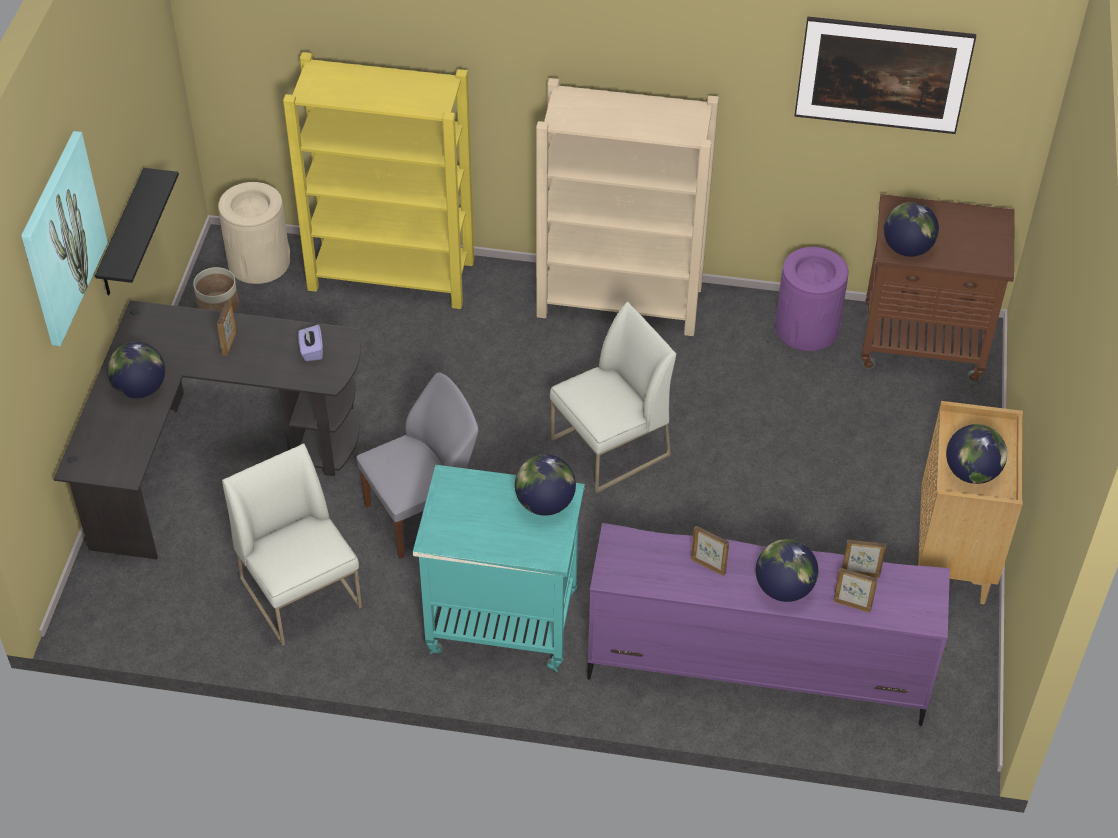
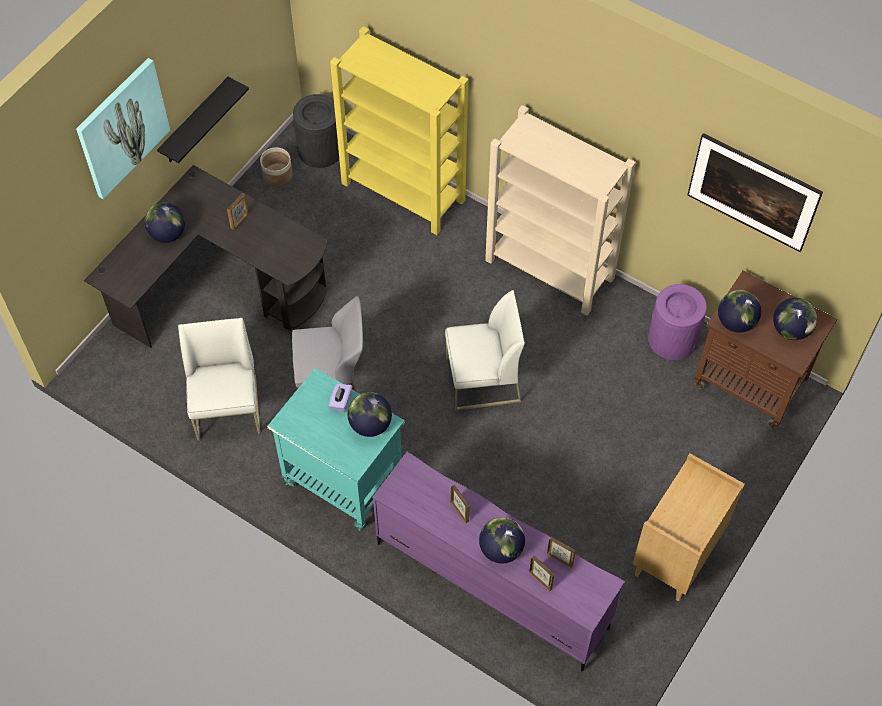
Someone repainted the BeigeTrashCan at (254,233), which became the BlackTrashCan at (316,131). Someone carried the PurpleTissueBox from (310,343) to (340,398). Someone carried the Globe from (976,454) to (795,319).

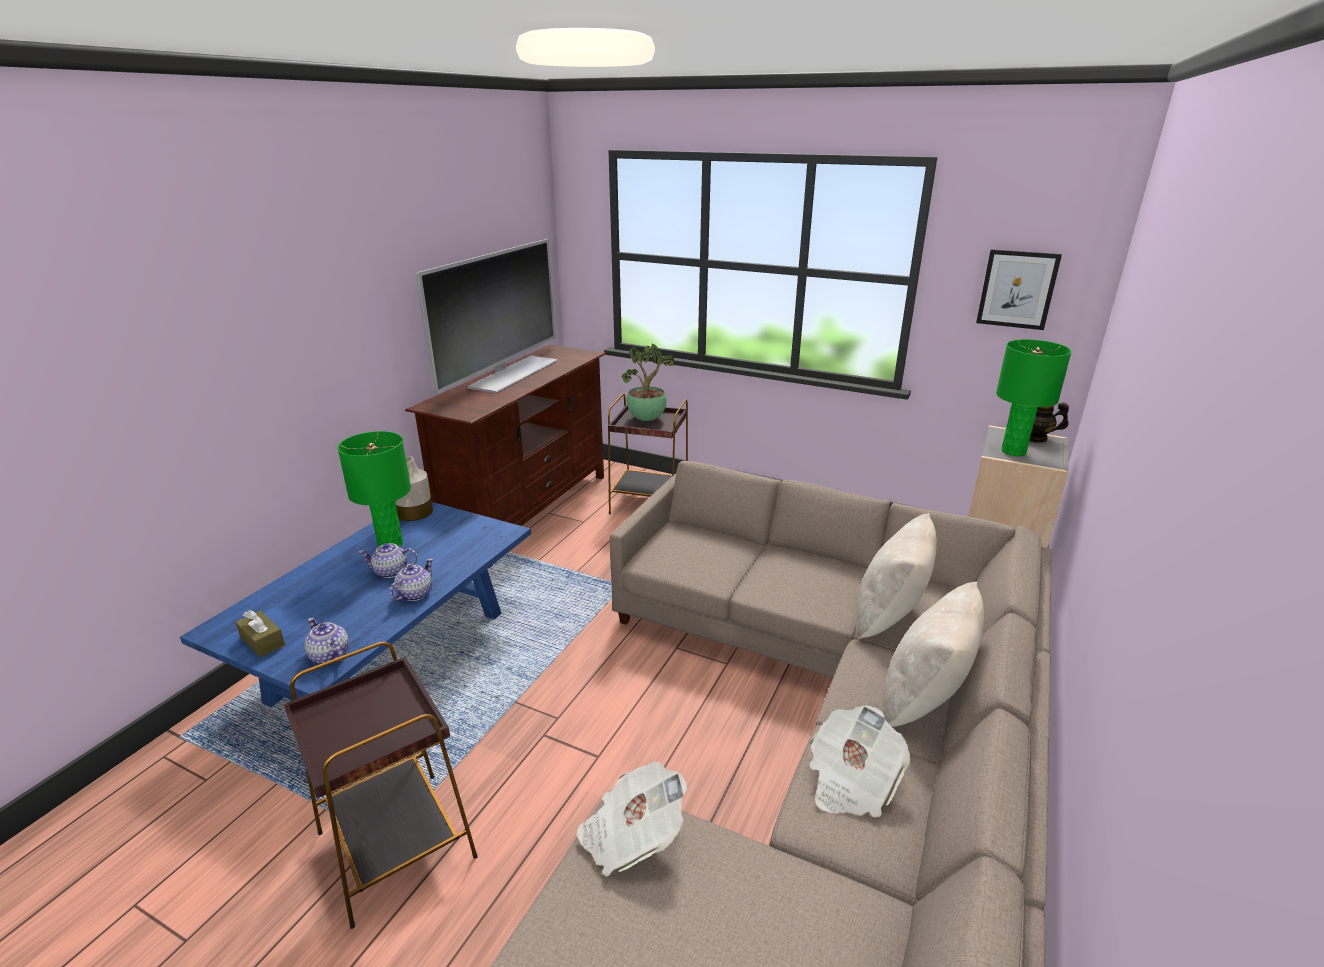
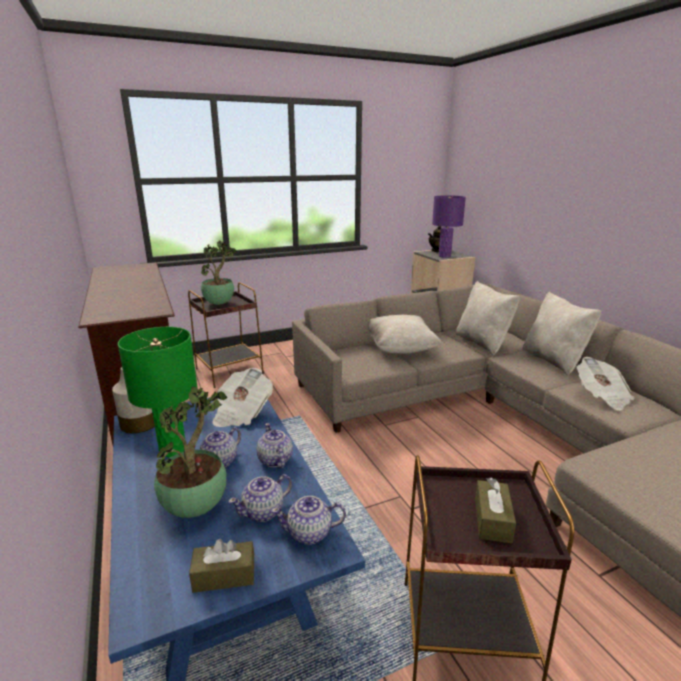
Someone took away the Television at (487,316). Someone carried the Newspaper from (632,819) to (242,397). Someone took away the Picture at (1019,289). Someone repainted the GreenTableLamp at (1034,397), which became the PurpleTableLamp at (449,226). Someone put down the PottedPlant at (190,452). Someone put down the Teapot at (260,498). Someone put down the BeigePillow at (404,334). Someone put down the BrownTissueBox at (495,510).

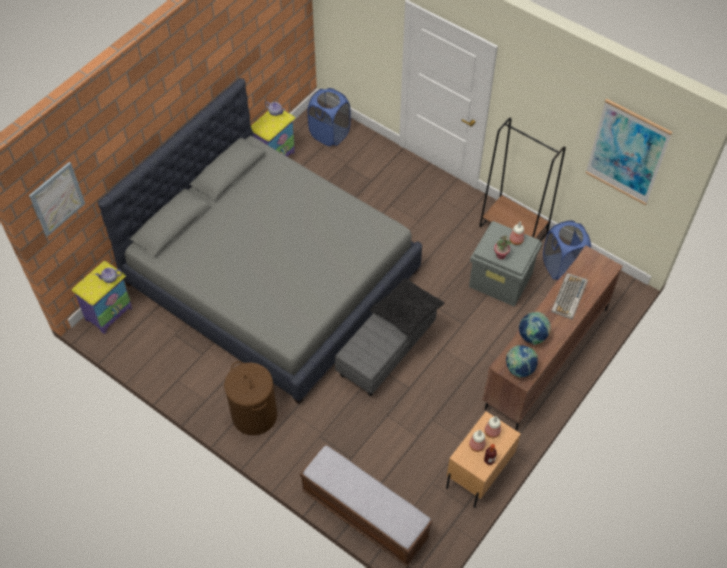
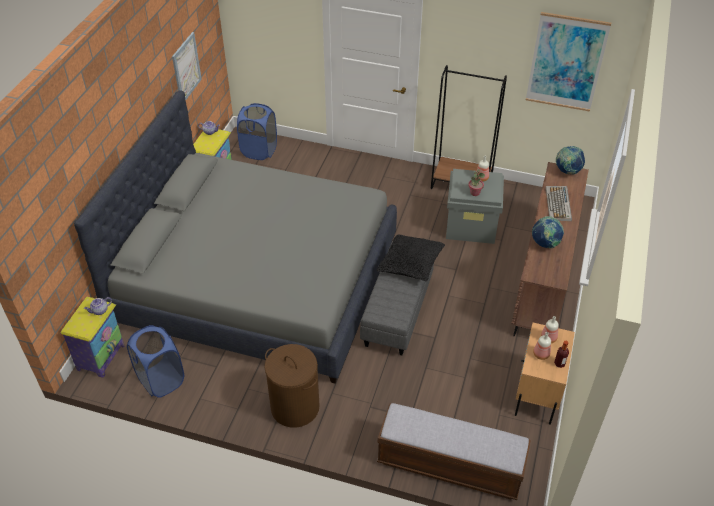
Someone carried the Picture from (57,199) to (187,66). Someone carried the Globe from (522,361) to (570,160). Someone carried the BlueLaundryBasket from (567,250) to (155,361).

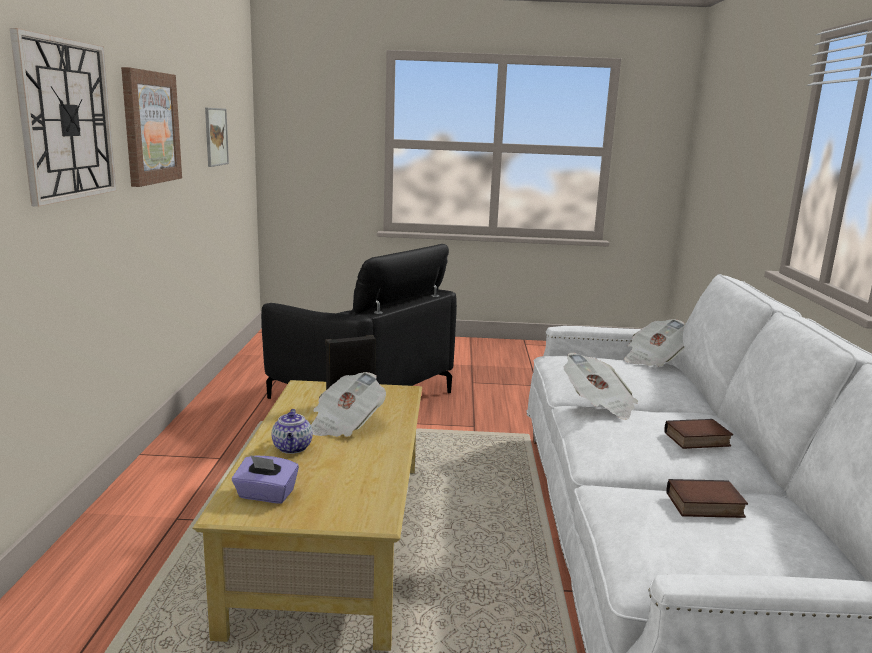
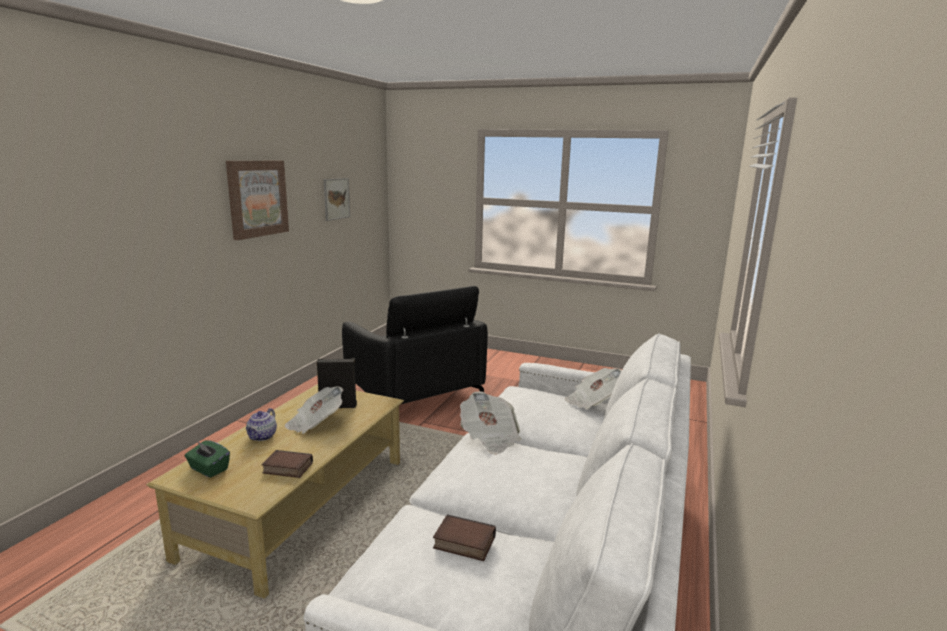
Someone took away the WallClock at (63,117). Someone repainted the PurpleTissueBox at (265,479), which became the GreenTissueBox at (207,459). Someone carried the Book from (698,434) to (287,464).

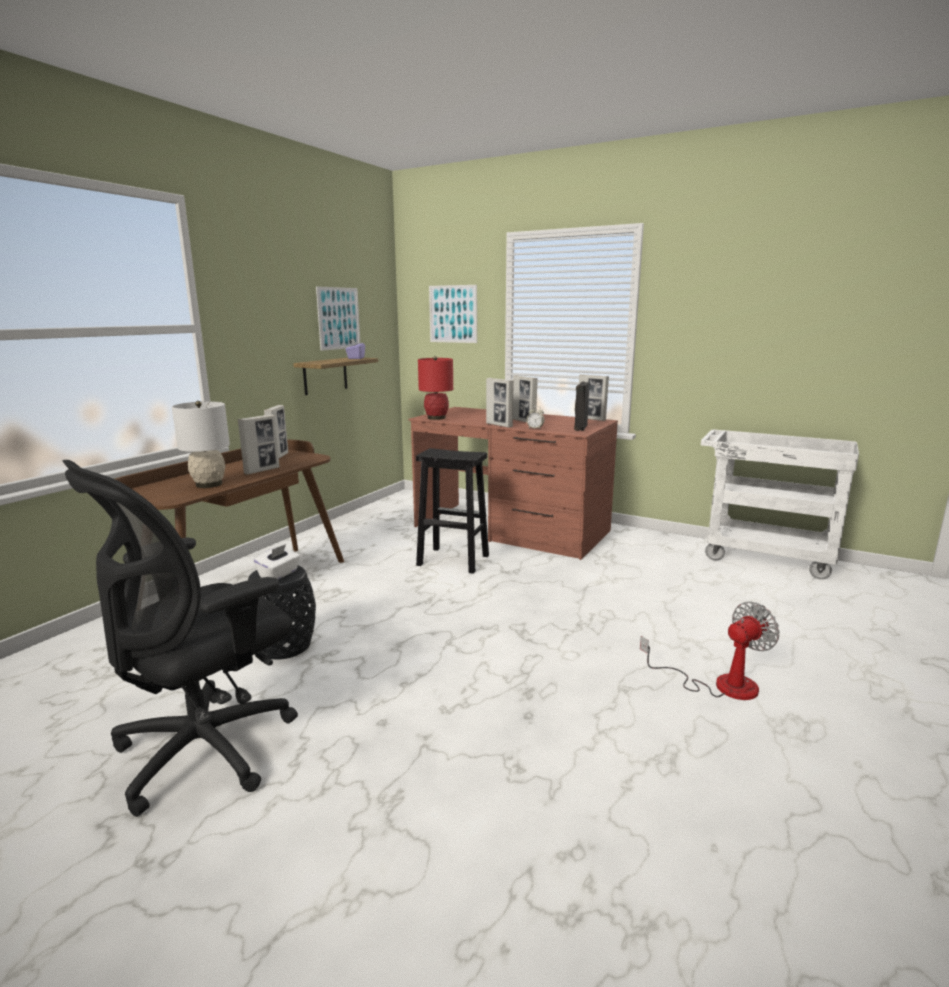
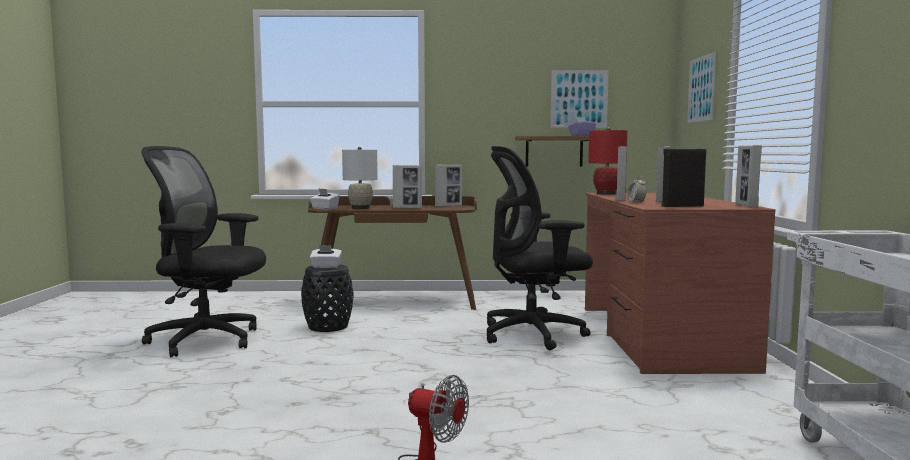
Someone swapped the BlackStool at (452,511) for the BlackOfficeChair at (540,248). Someone put down the WhiteTissueBox at (325,199).

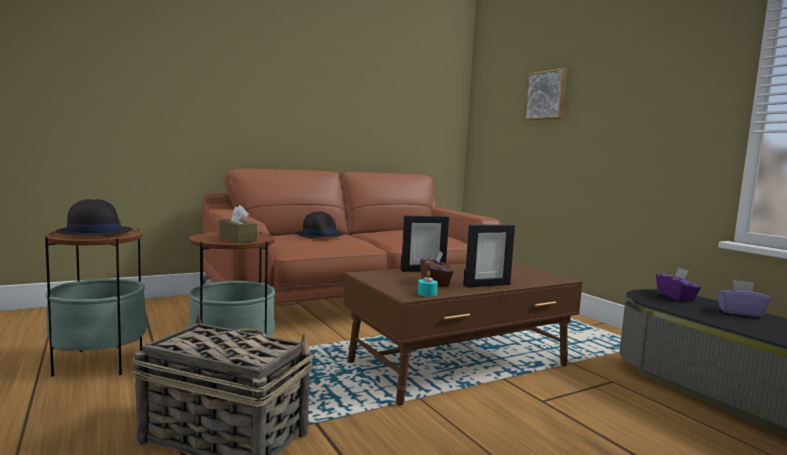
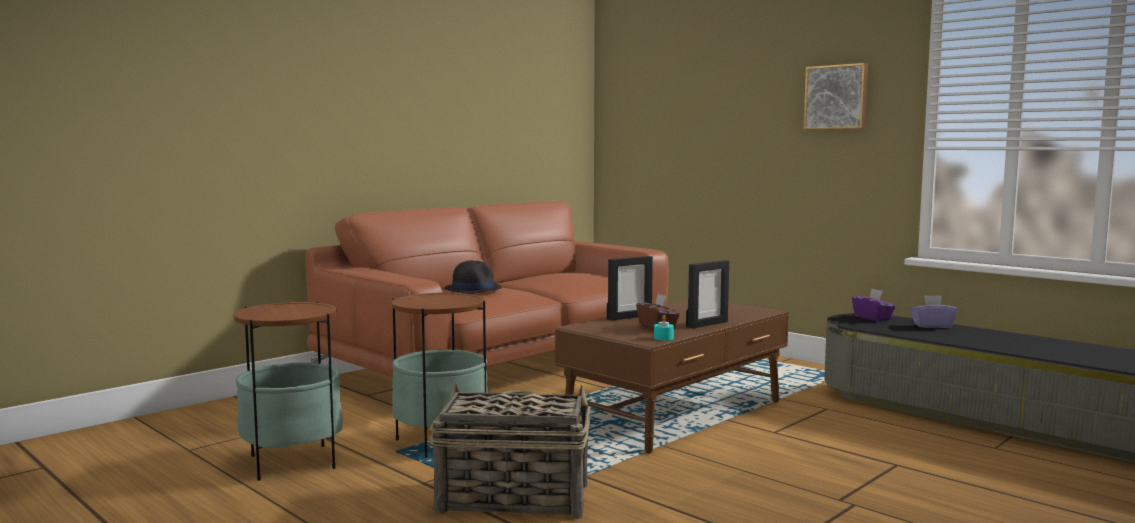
Someone took away the BlackHat at (94,217). Someone took away the BrownTissueBox at (238,224). Someone carried the Picture from (546,94) to (836,96).

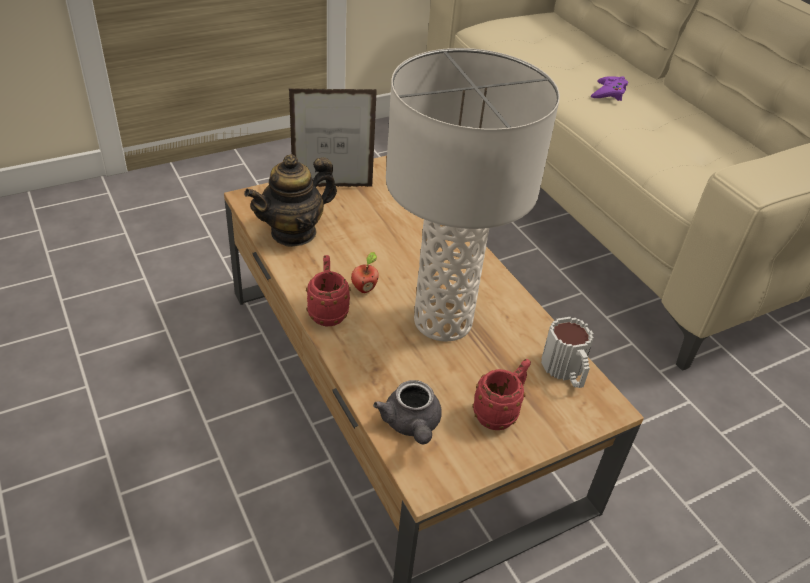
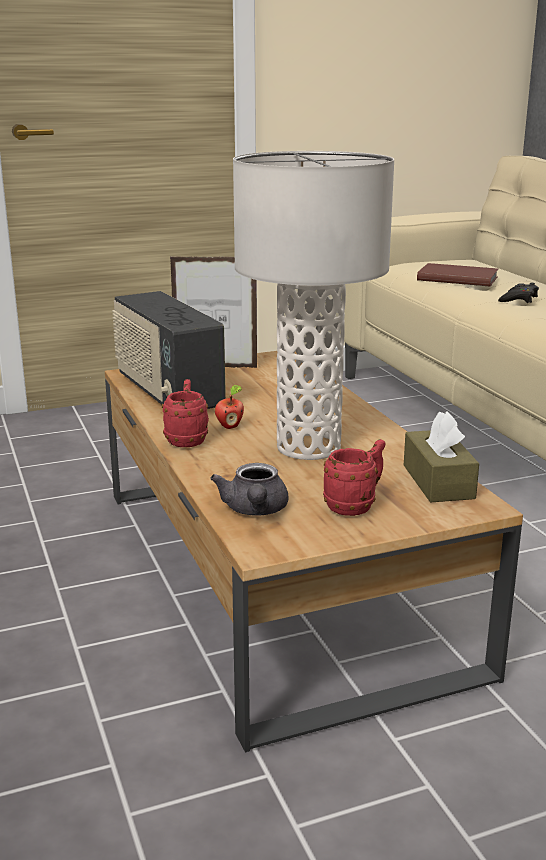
Someone swapped the Teapot at (290,200) for the Radio at (169,350). Someone swapped the Mug at (567,352) for the BrownTissueBox at (441,456). Someone repainted the PurpleGameController at (609,88), which became the BlackGameController at (518,293). Someone put down the BrownBook at (457,274).

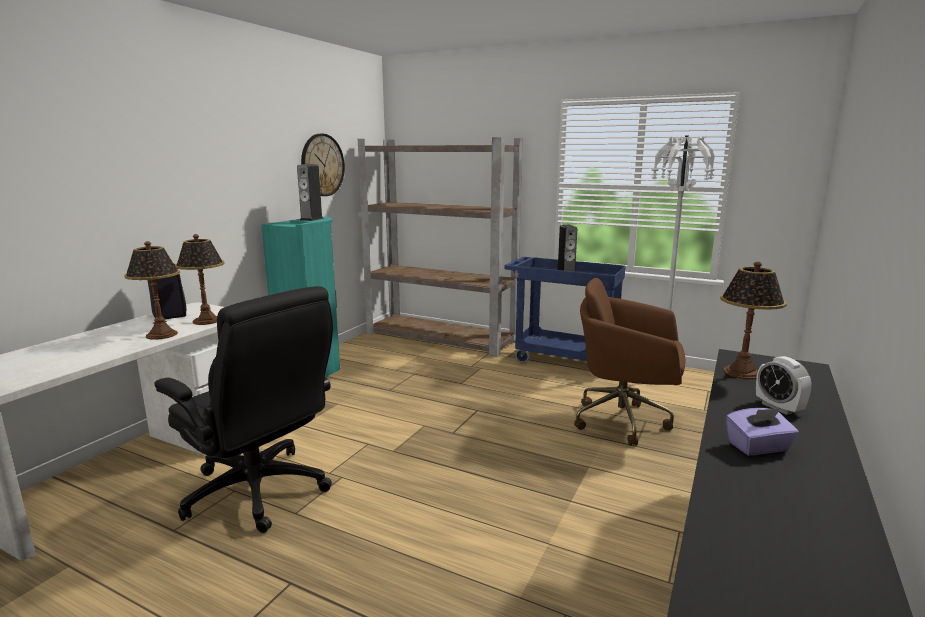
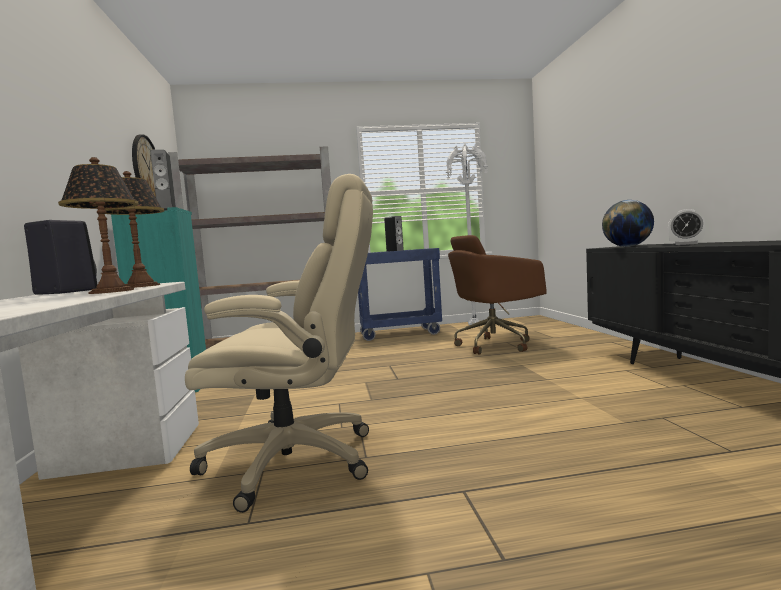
Someone repainted the BlackOfficeChair at (243,409), which became the BeigeOfficeChair at (279,343). Someone swapped the TableLamp at (753,320) for the Globe at (628,223). Someone took away the PurpleTissueBox at (762,431).

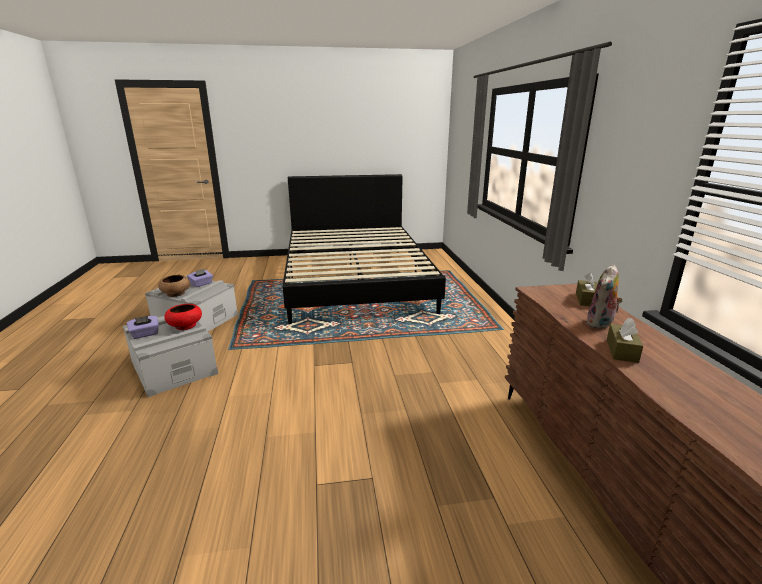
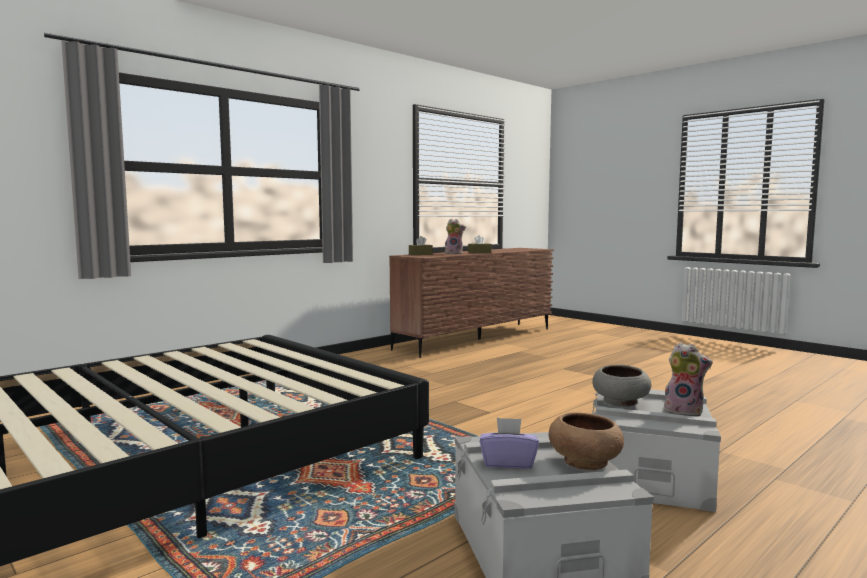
Someone swapped the PurpleTissueBox at (143,327) for the PlushToy at (687,379). Someone repainted the RedBowl at (183,317), which became the GreyBowl at (621,386).

